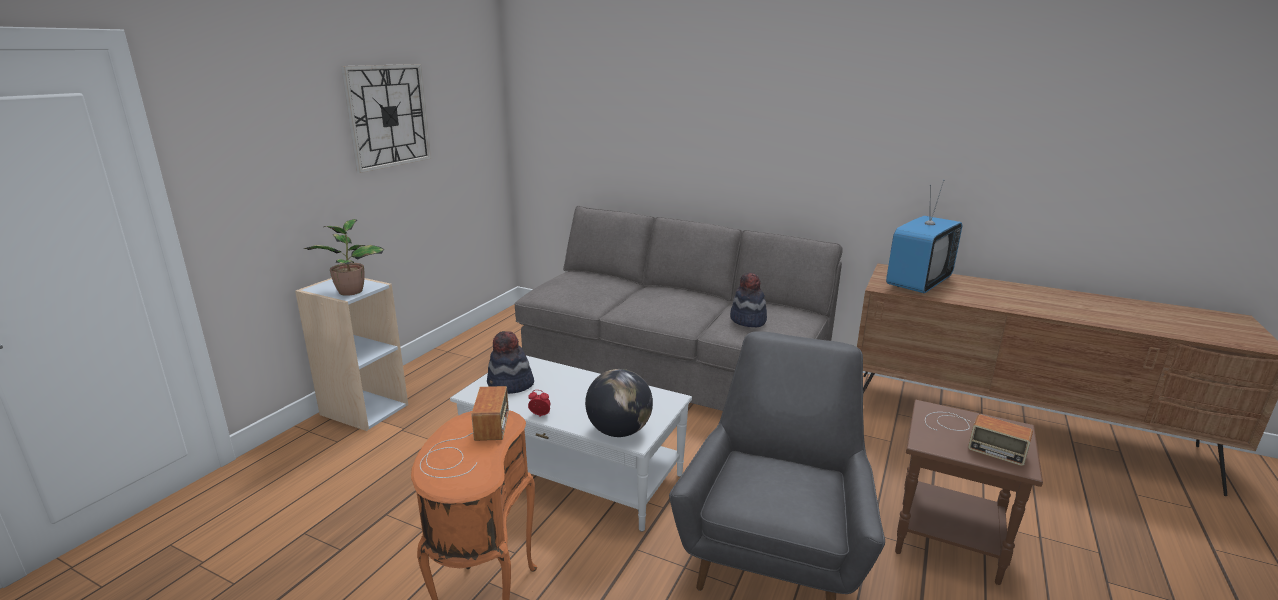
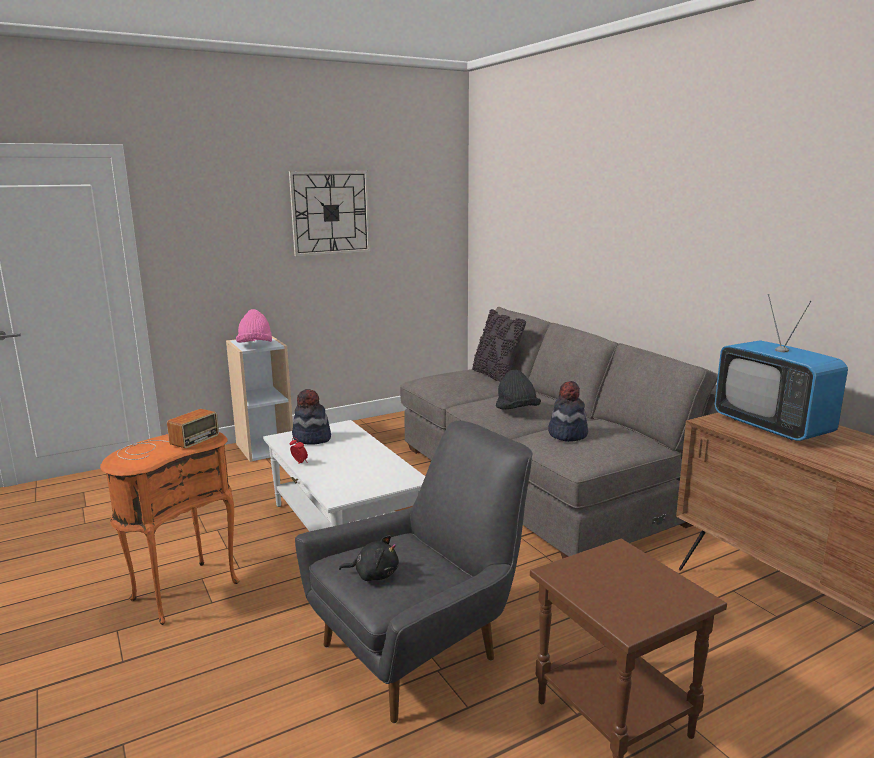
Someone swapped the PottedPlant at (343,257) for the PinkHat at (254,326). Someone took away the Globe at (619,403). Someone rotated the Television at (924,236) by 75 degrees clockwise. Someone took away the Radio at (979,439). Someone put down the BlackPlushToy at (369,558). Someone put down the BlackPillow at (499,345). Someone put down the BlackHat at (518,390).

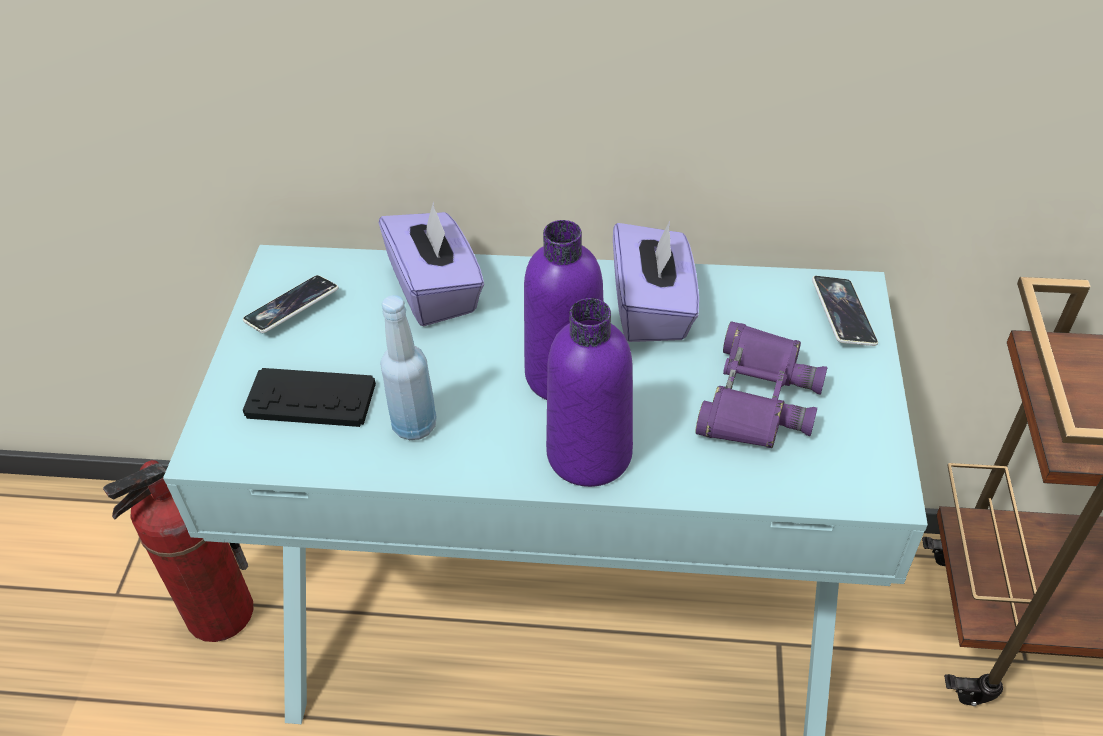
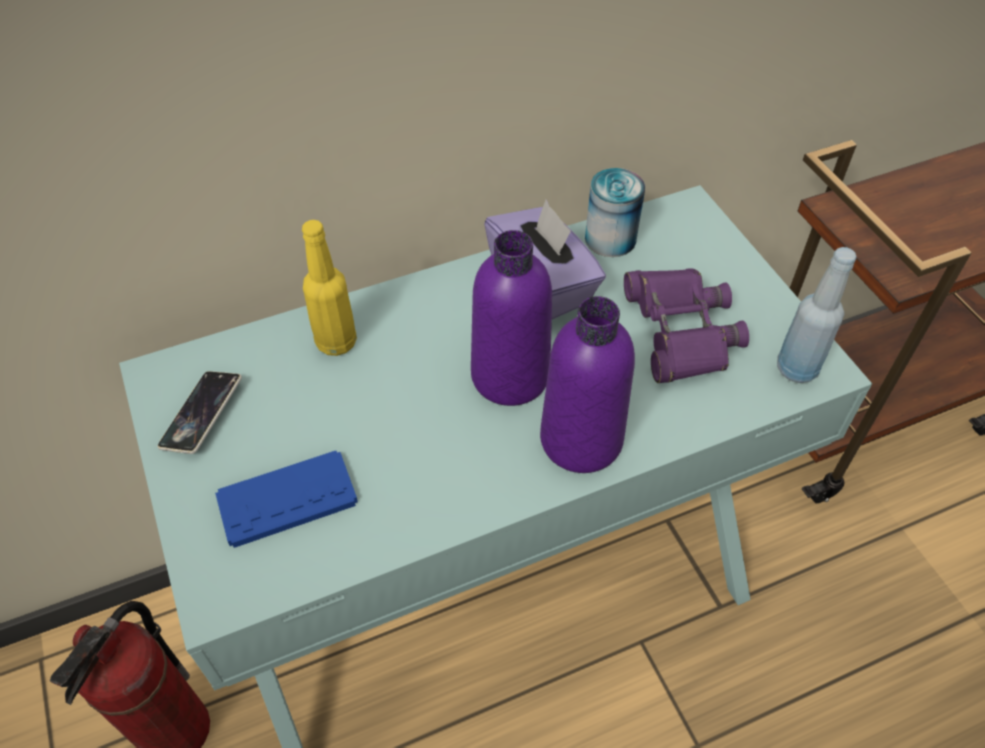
Someone repainted the BlackGameController at (309,397), which became the BlueGameController at (286,499). Someone swapped the PurpleTissueBox at (431,264) for the YellowBottle at (329,288). Someone carried the BlueBottle from (408,367) to (817,315). Someone took away the Phone at (845,311). Someone put down the Can at (615,212).

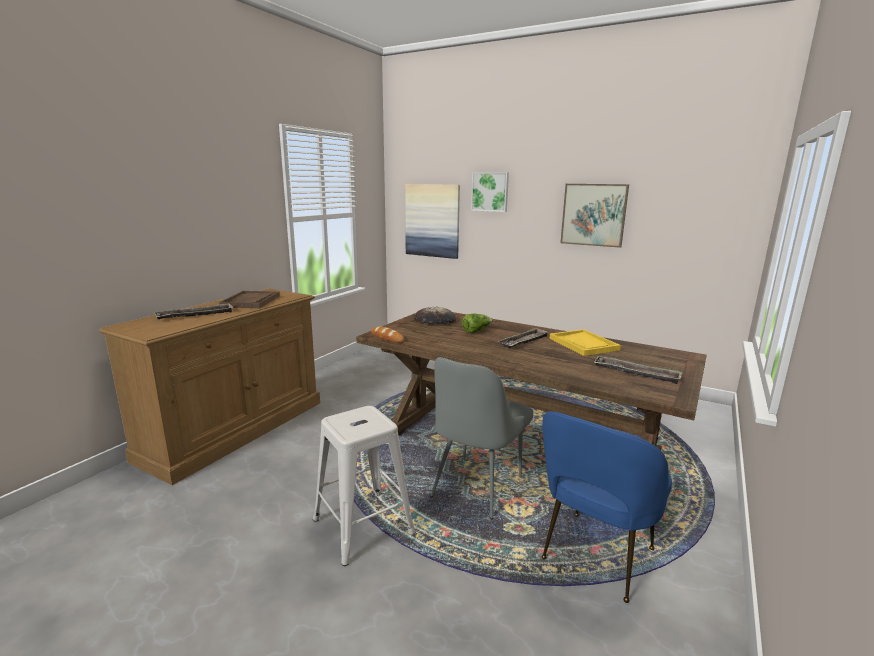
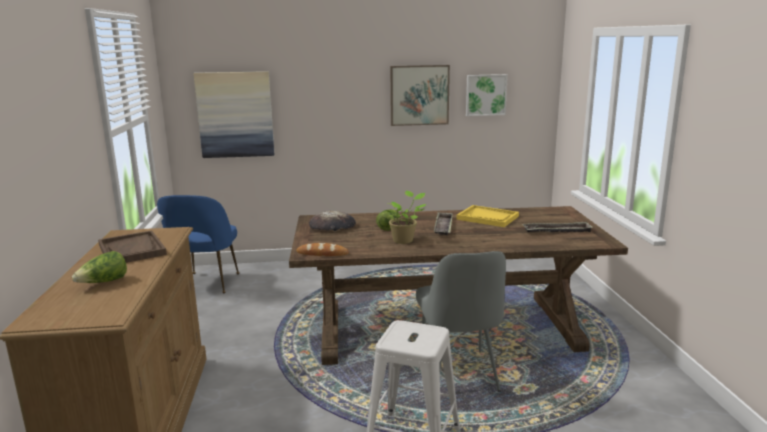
Someone swapped the Tray at (194,311) for the Lettuce at (99,267). Someone carried the Picture from (490,192) to (487,95). Someone carried the BlueChair from (607,507) to (198,244). Someone put down the PottedPlant at (406,217).

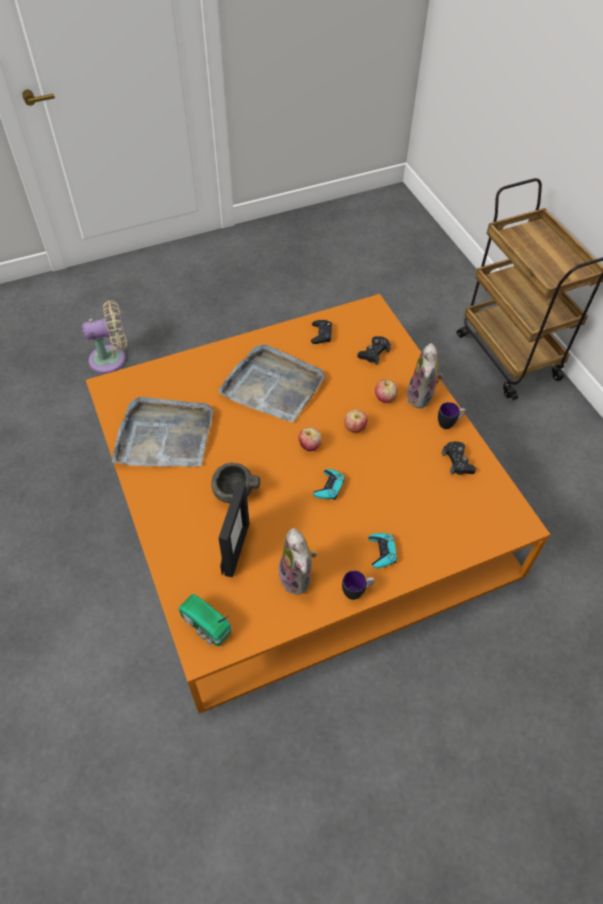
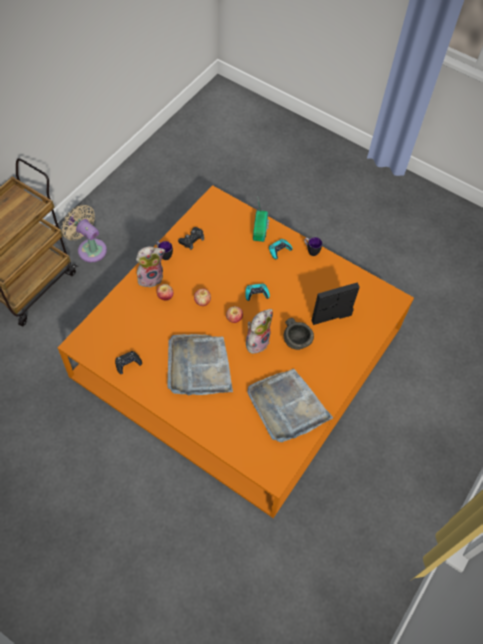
Someone carried the BeigeFan from (104,337) to (84,233). Someone carried the Radio from (205,620) to (261,220). Someone carried the PlushToy from (298,561) to (259,331). Someone took away the BlackGameController at (374,350).

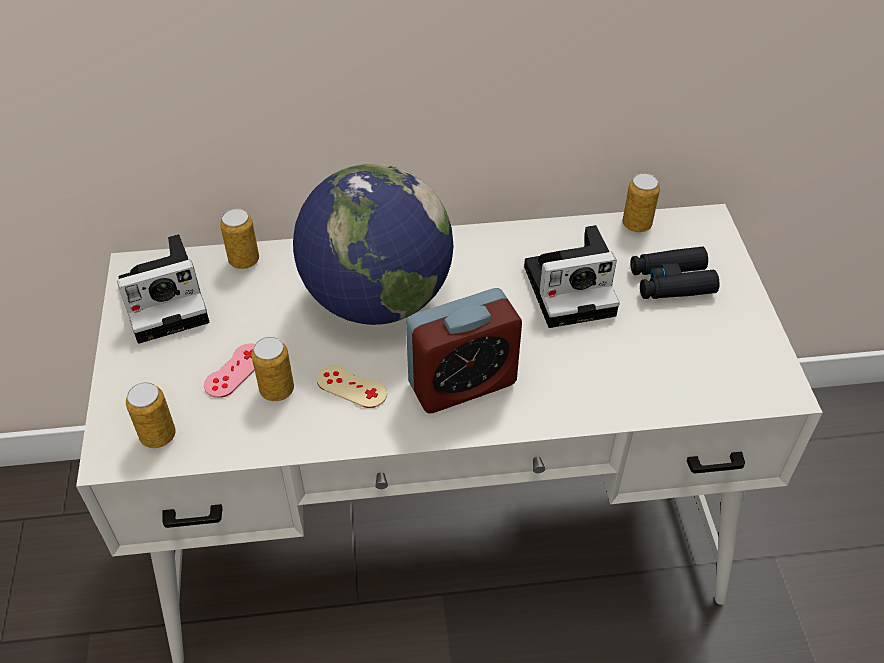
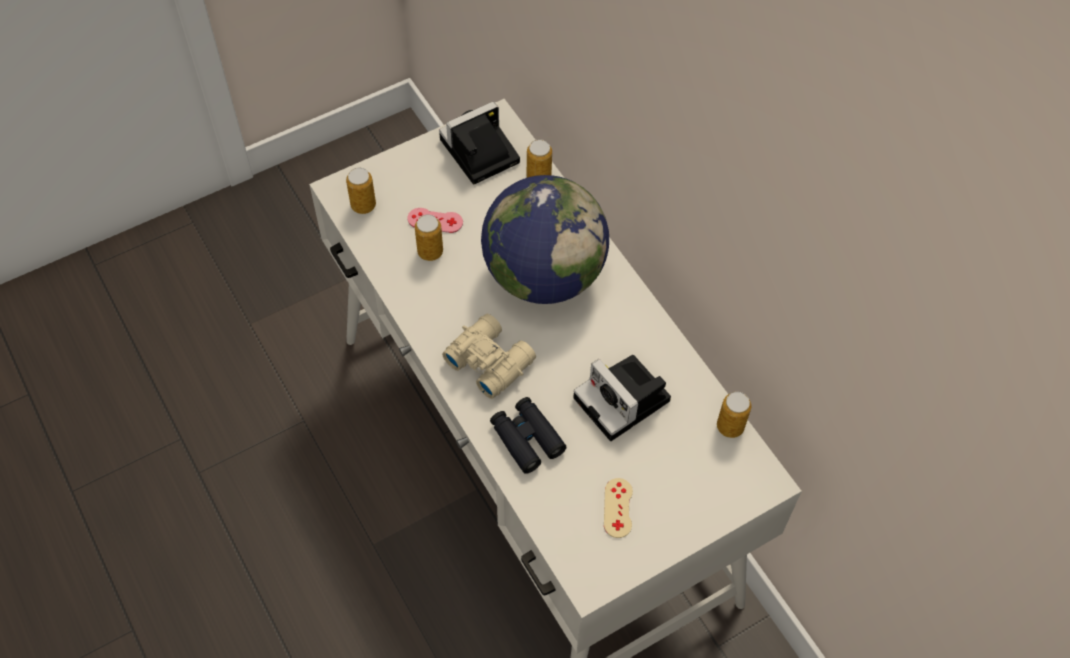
Someone rotated the PhotoCamera at (163,289) by 105 degrees clockwise. Someone carried the BeigeGameController from (352,386) to (618,508). Someone swapped the AlarmClock at (464,351) for the BeigeBinoculars at (489,356). Someone carried the BlackBinoculars from (675,273) to (528,435).

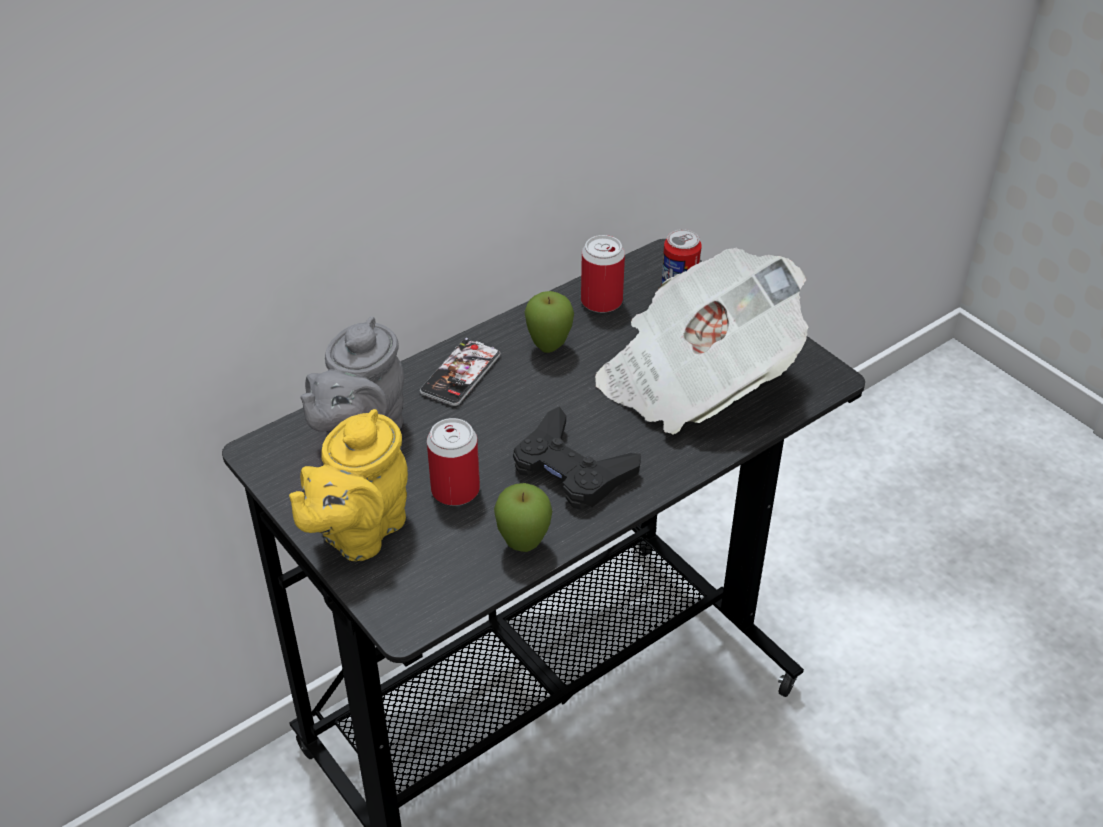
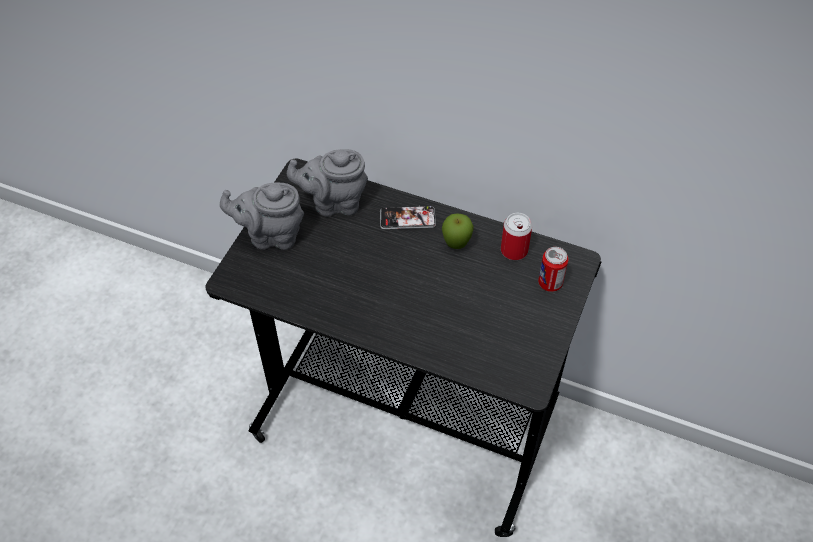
Someone repainted the YellowTeapot at (348,485), which became the GreyTeapot at (262,216). Someone took away the Can at (453,462). Someone took away the Apple at (523,517). Someone took away the BlackGameController at (577,458). Someone took away the Newspaper at (701,341).

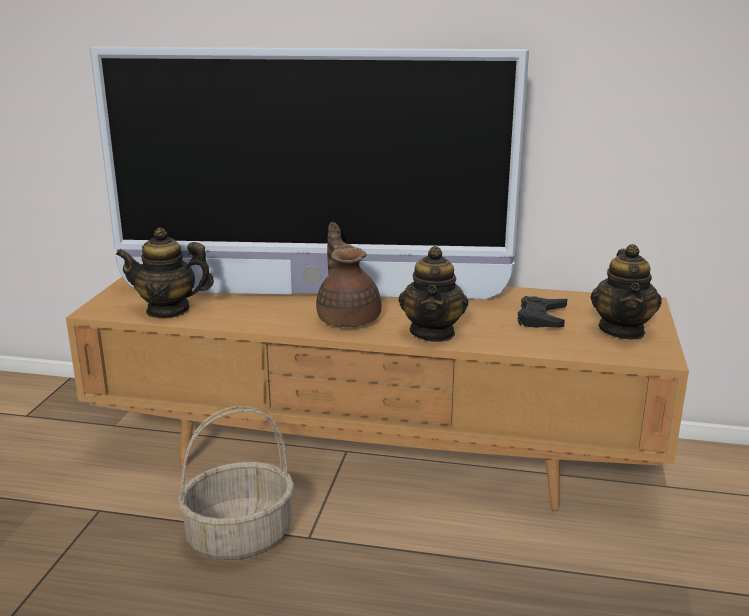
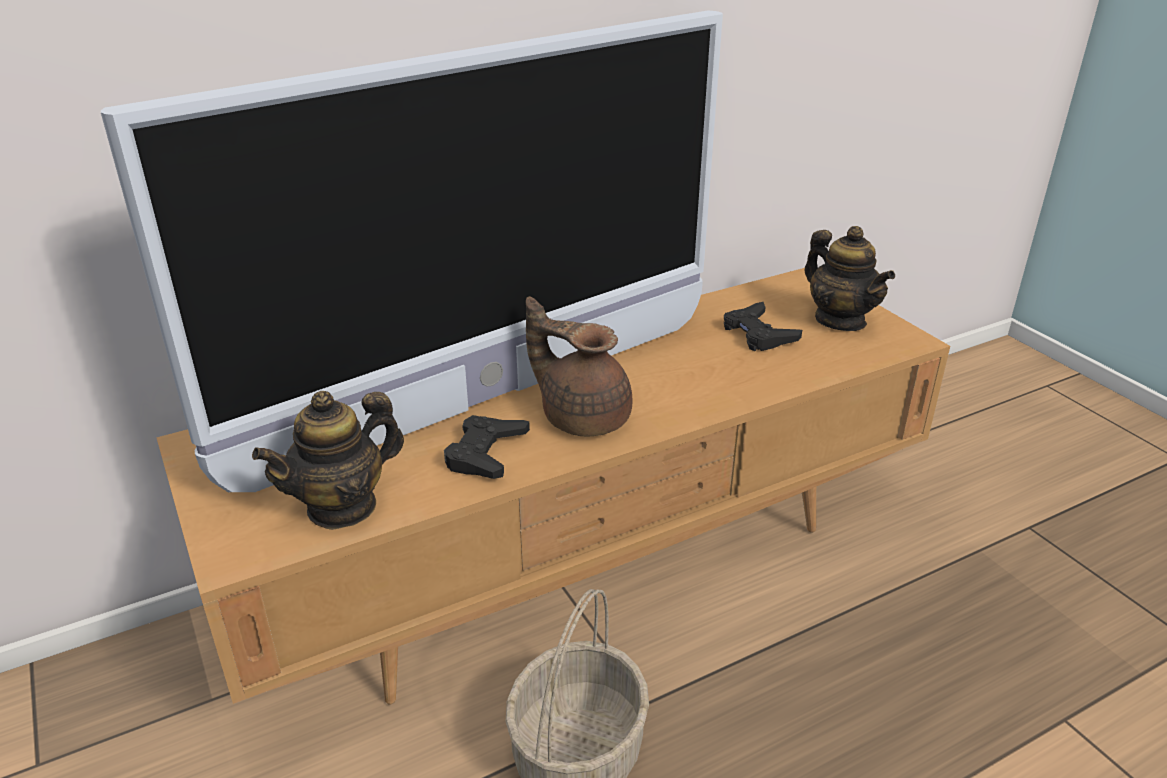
Someone took away the Teapot at (433,294). Someone put down the BlackGameController at (487,447).

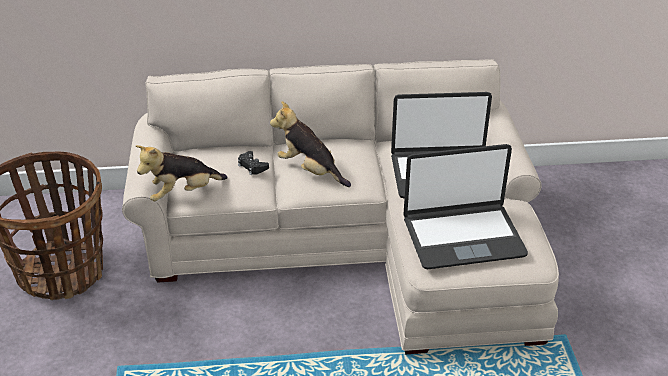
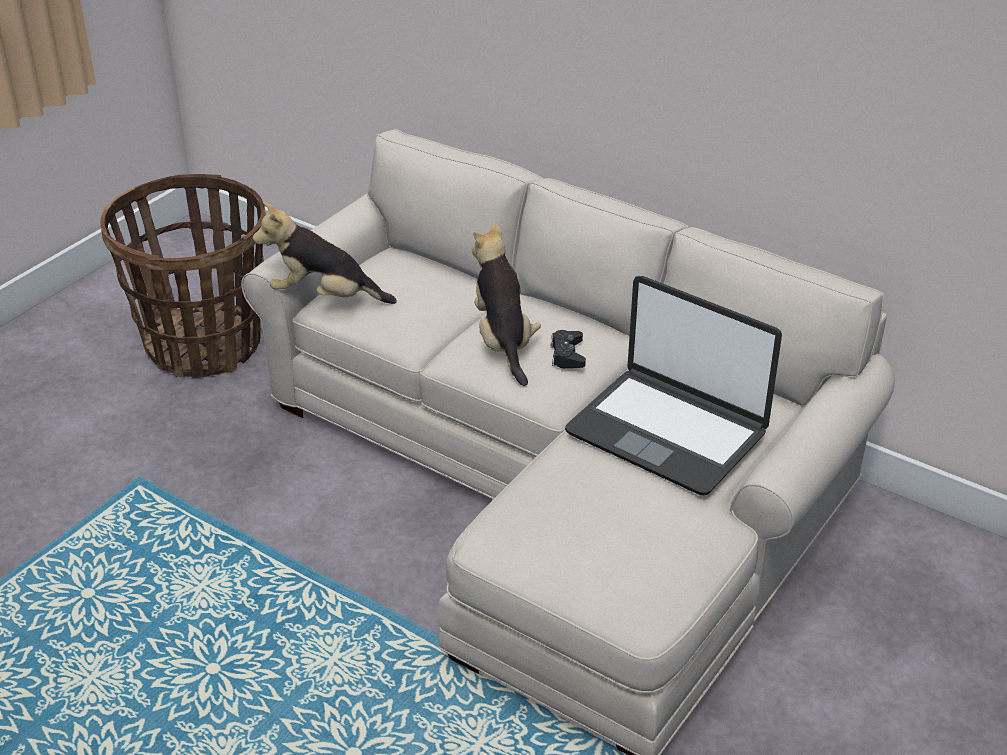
Someone carried the BlackGameController from (253,163) to (568,349). Someone took away the Laptop at (465,206).

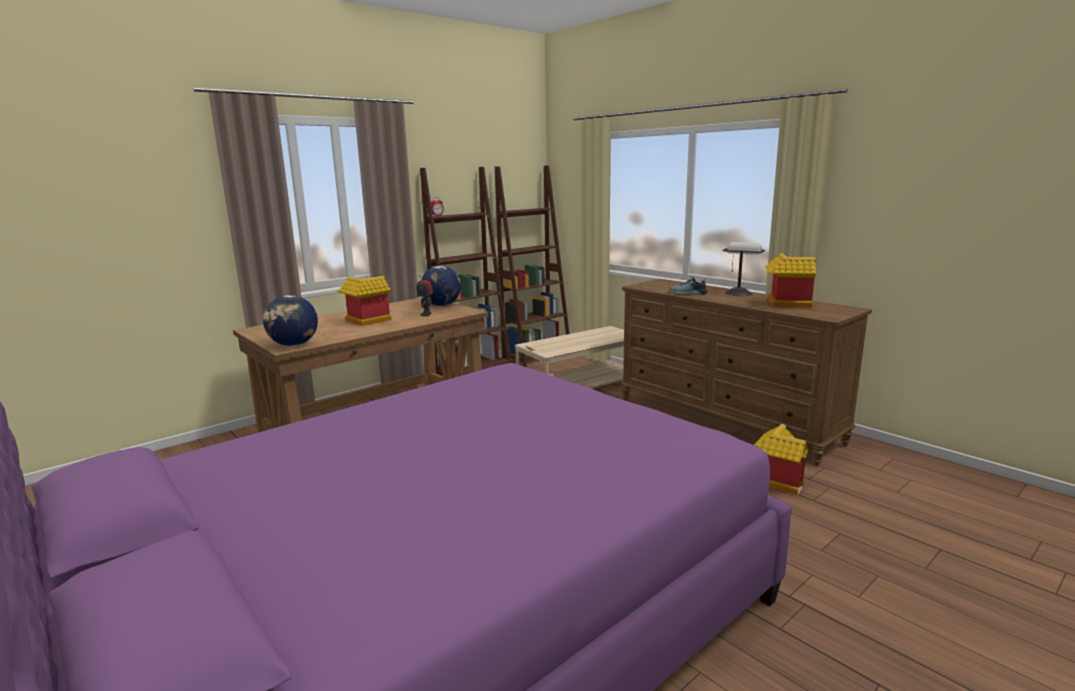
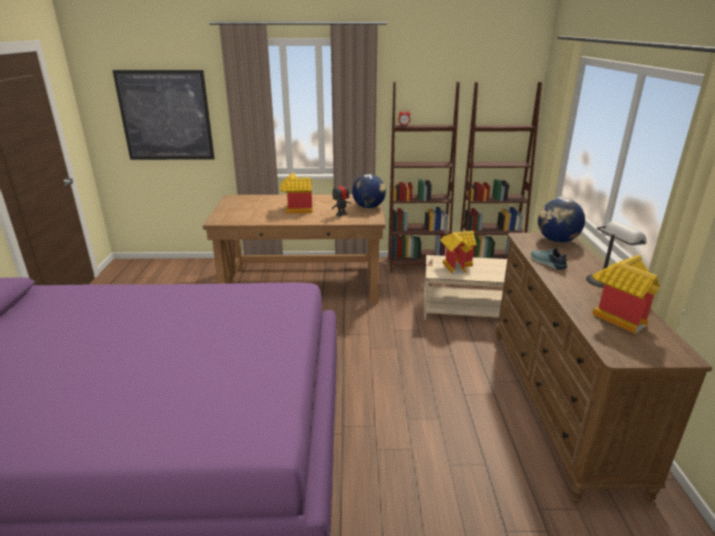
Someone carried the Globe from (290,320) to (561,220). Someone carried the ToyHouse from (781,459) to (458,253). Someone put up the Picture at (163,115).

